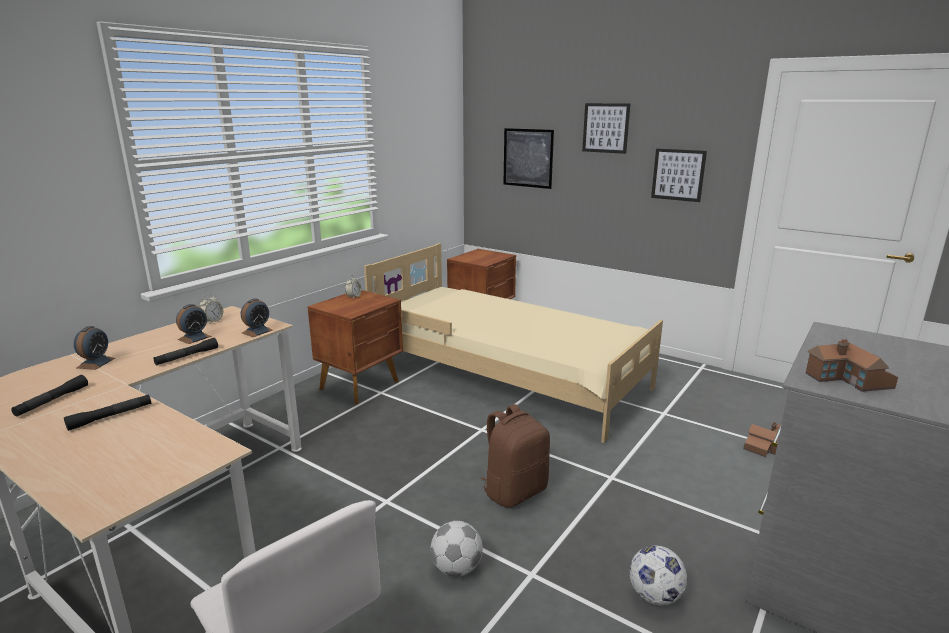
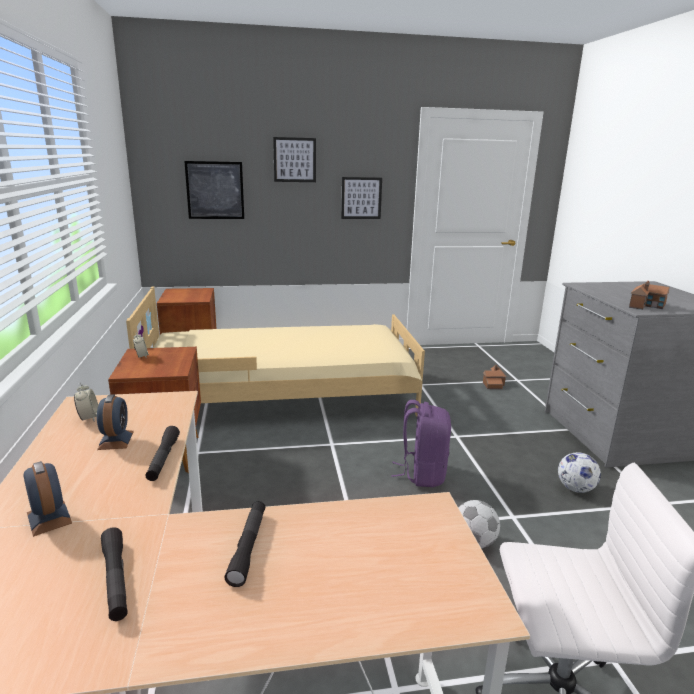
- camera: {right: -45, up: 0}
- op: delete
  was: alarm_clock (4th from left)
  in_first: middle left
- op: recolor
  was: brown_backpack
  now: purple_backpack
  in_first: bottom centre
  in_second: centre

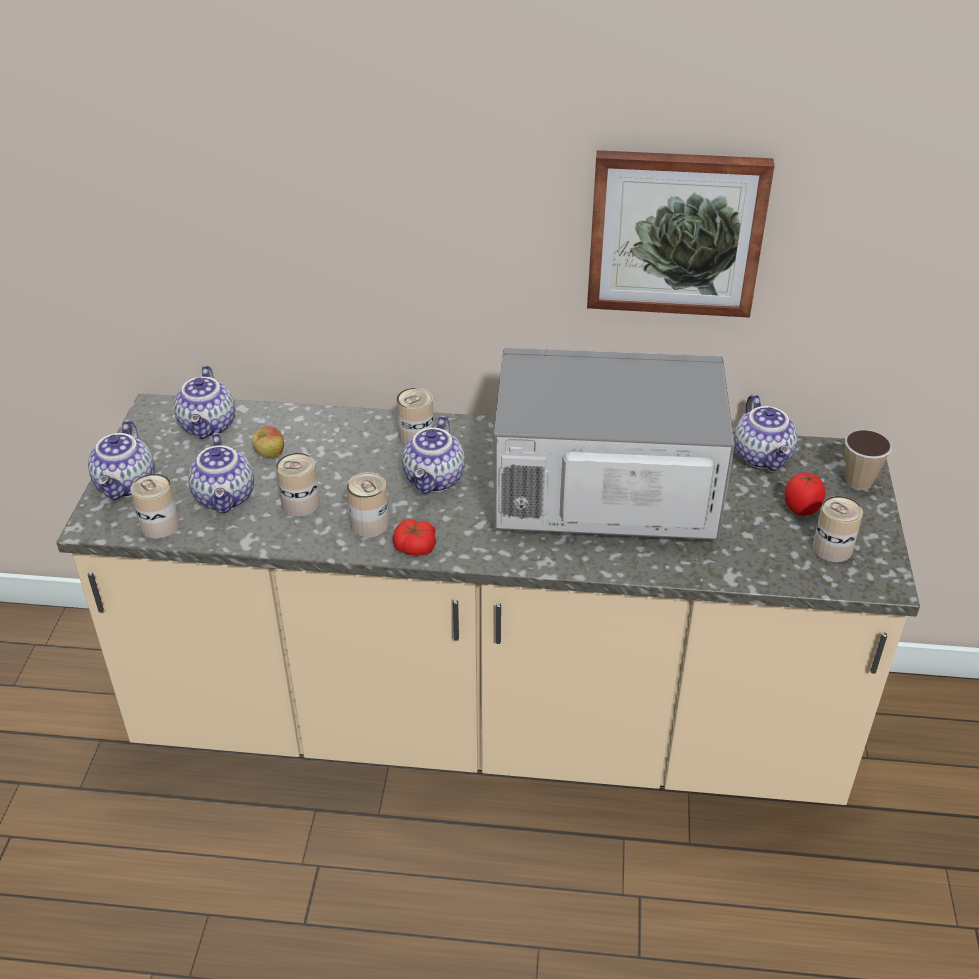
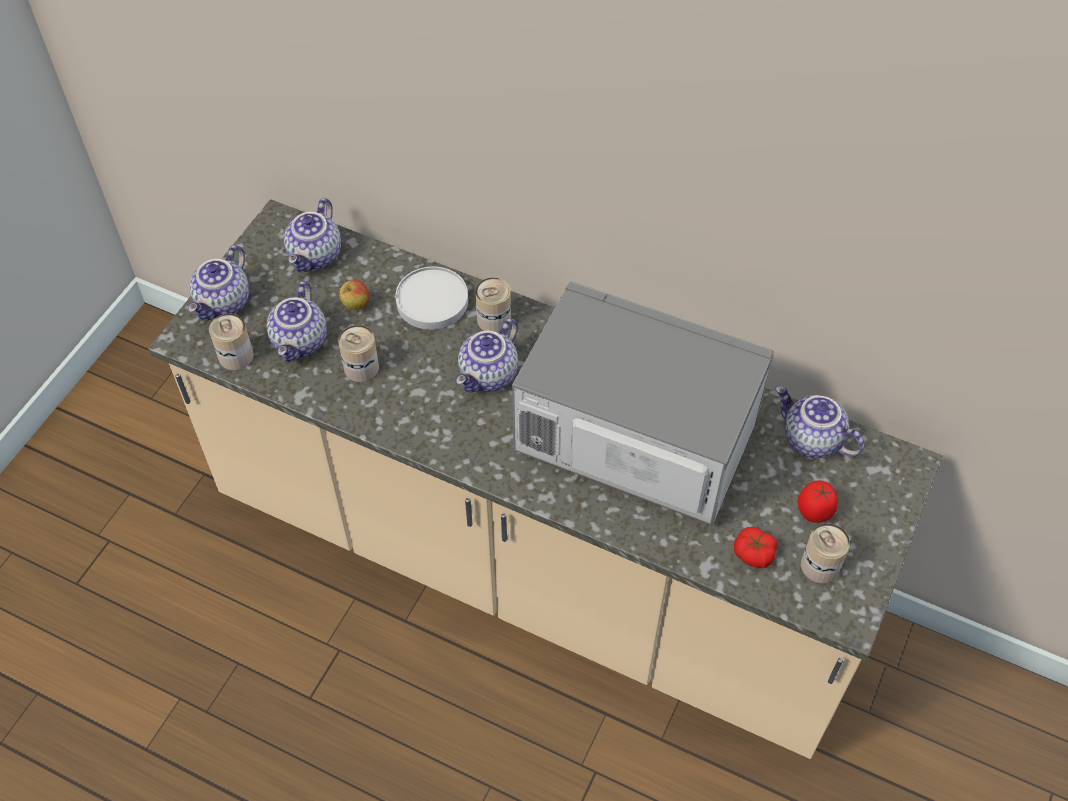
- camera: {right: 20, up: 15}
- op: delete
  was: can (3rd from left)
  in_first: centre
- op: move
  was: tomato (1st from left)
  in_first: centre
  in_second: bottom right
- op: delete
  was: picture
  in_first: top right
- op: rotate
  was: teapot (5th from left)
  in_first: middle right
  in_second: middle right
  clockwise: 120
- op: delete
  was: cup
  in_first: middle right
- op: insert
  now: white_plate
  in_second: centre

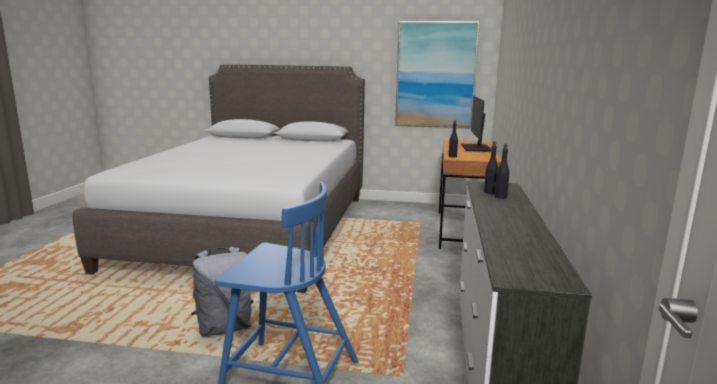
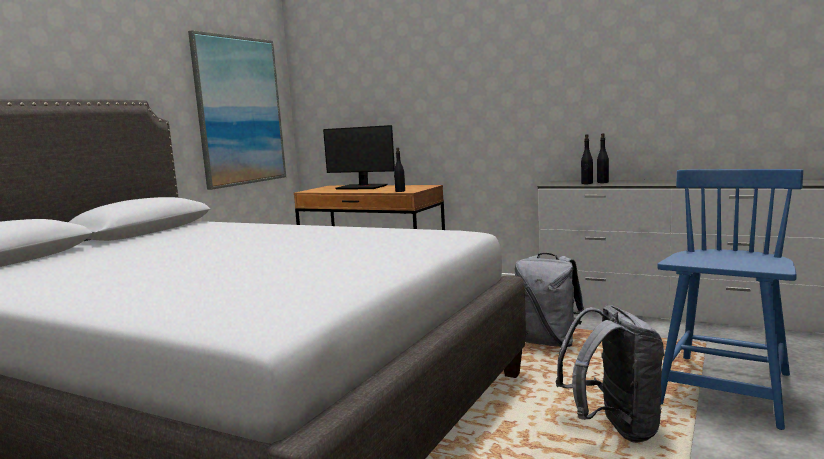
- camera: {right: -70, up: -5}
- op: insert
  now: grey_backpack (1st from left)
  in_second: centre

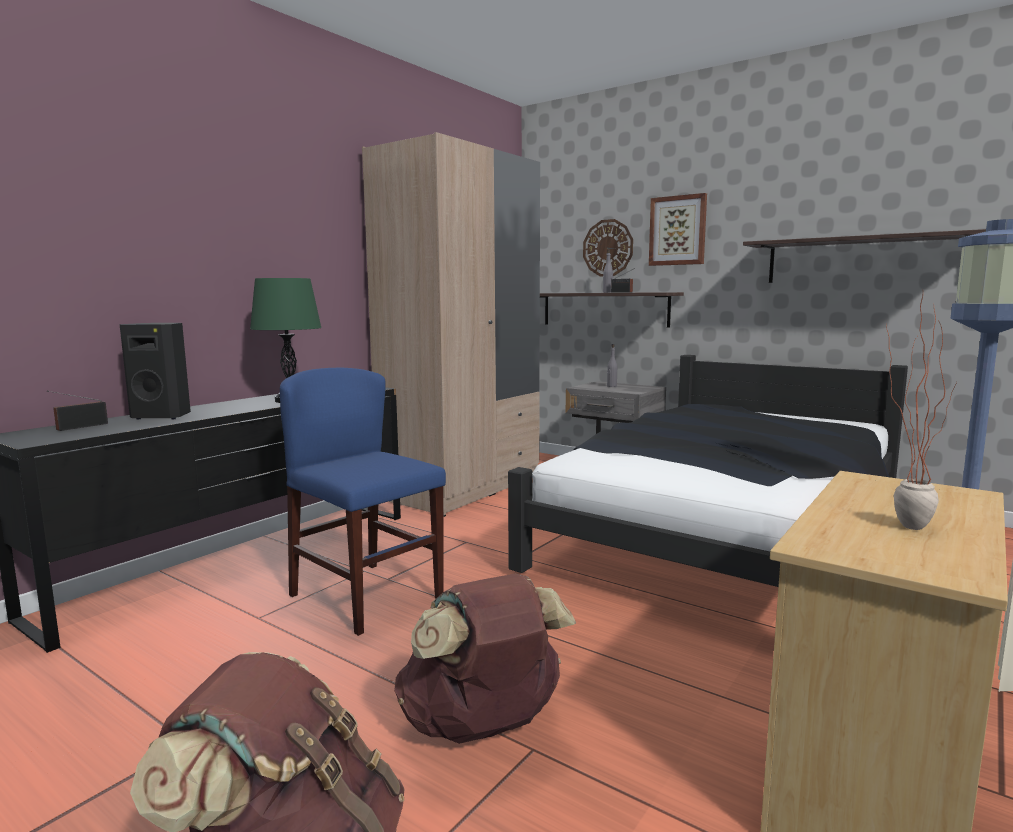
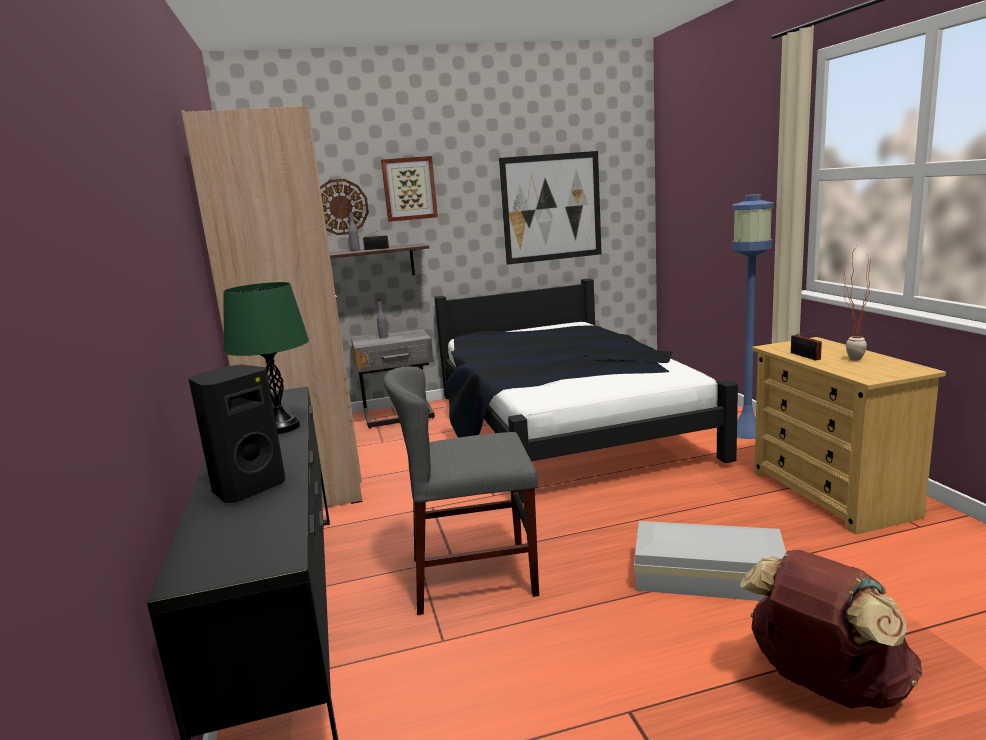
- camera: {right: -50, up: 5}
- op: move
  was: radio (1st from left in the first image)
  now: radio (2nd from left)
  in_first: middle left
  in_second: middle right
- op: recolor
  was: blue_chair
  now: grey_chair
  in_first: centre
  in_second: centre
- op: replace
  was: brown_backpack (2nd from left)
  now: white_storage_box
  in_first: bottom centre
  in_second: bottom right
- op: replace
  was: shelf (2nd from left)
  now: picture (2nd from left)
  in_first: top right
  in_second: top centre

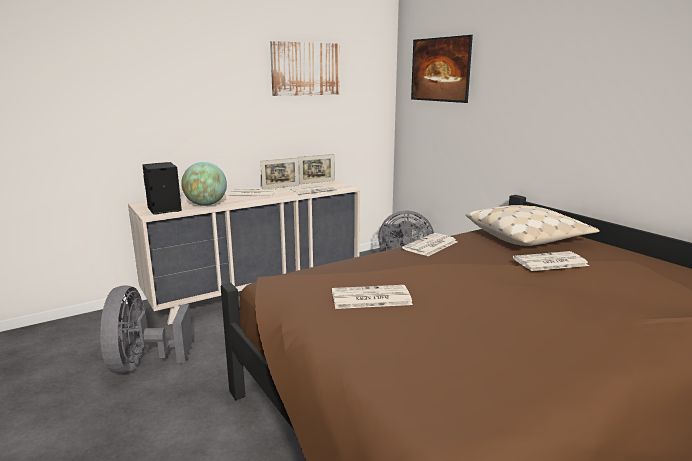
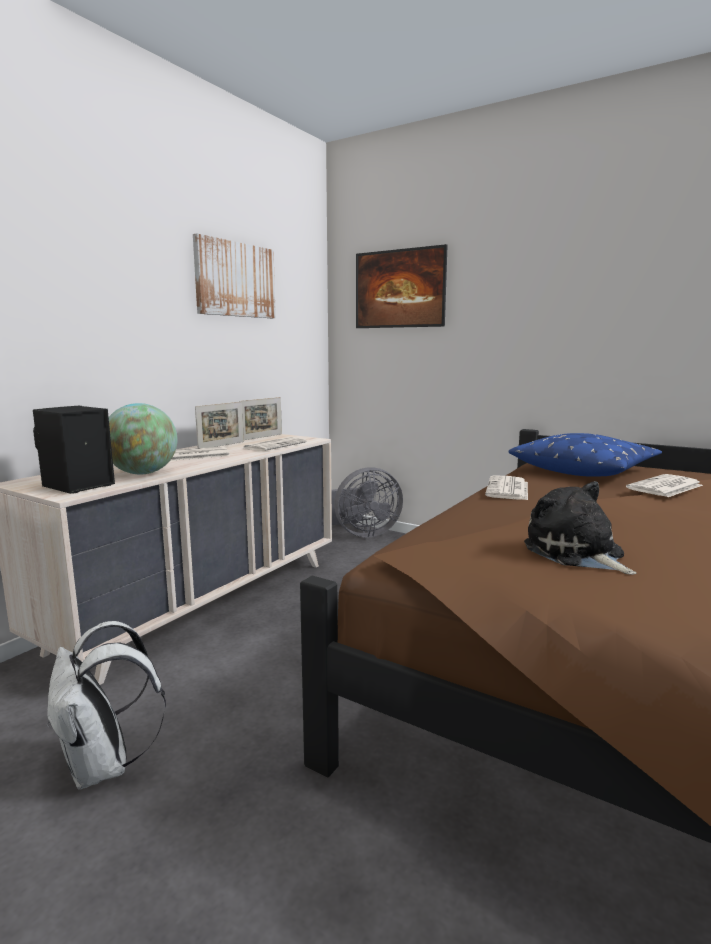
- camera: {right: -25, up: -5}
- op: replace
  was: grey_fan (1st from left)
  now: white_backpack
  in_first: bottom left
  in_second: bottom left
- op: replace
  was: newspaper (3rd from left)
  now: plush_toy
  in_first: centre
  in_second: middle right
- op: recolor
  was: beige_pillow
  now: blue_pillow
  in_first: middle right
  in_second: middle right

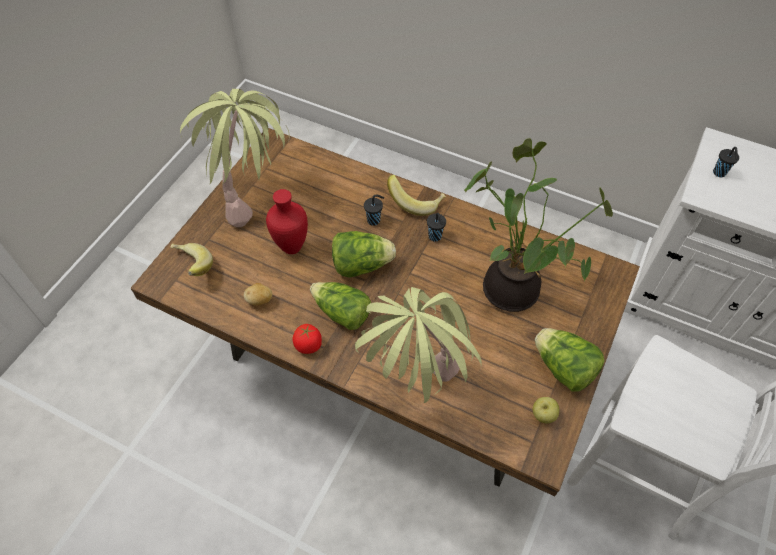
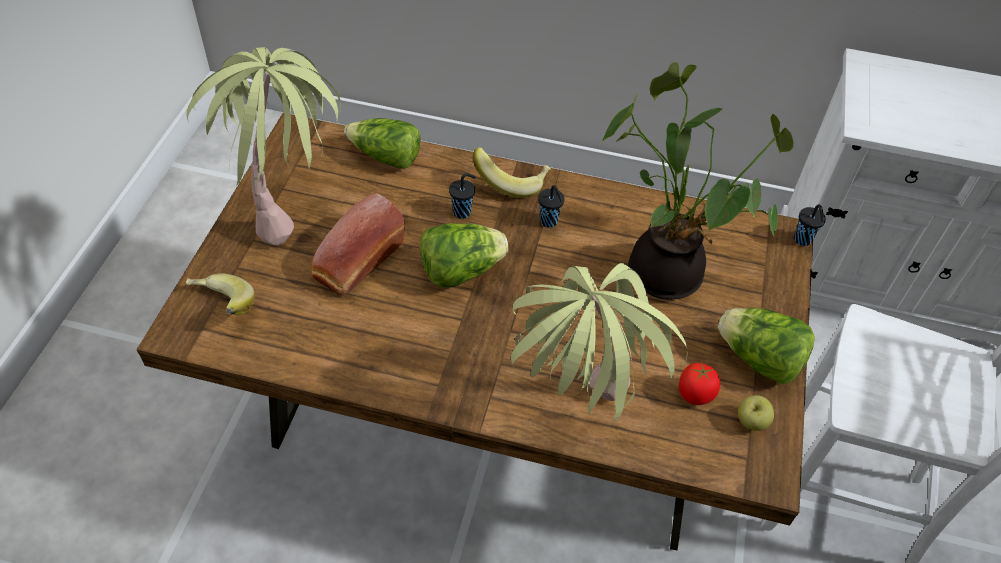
- camera: {right: -15, up: -5}
- op: delete
  was: potato
  in_first: middle left
- op: replace
  was: red_vase
  now: bread
  in_first: centre
  in_second: centre
- op: move
  was: tomato
  in_first: centre
  in_second: bottom right
- op: move
  was: lettuce (1st from left)
  in_first: centre
  in_second: top centre
- op: move
  was: black_cup (3rd from left)
  in_first: top right
  in_second: middle right

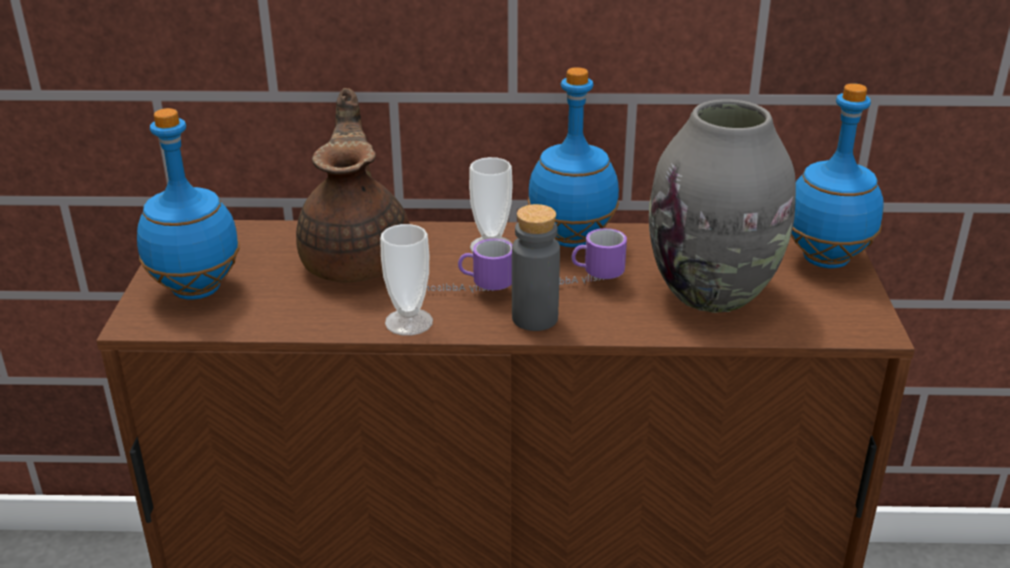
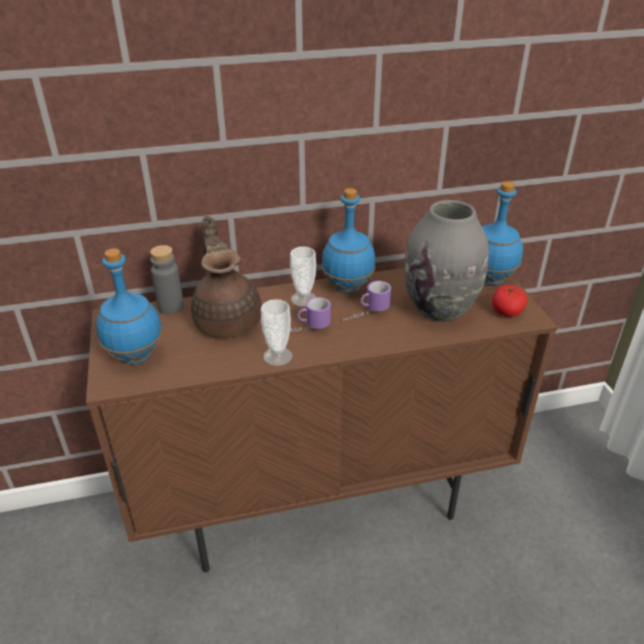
- camera: {right: -15, up: 5}
- op: move
  was: grey_bottle
  in_first: centre
  in_second: middle left
- op: insert
  now: tomato
  in_second: middle right

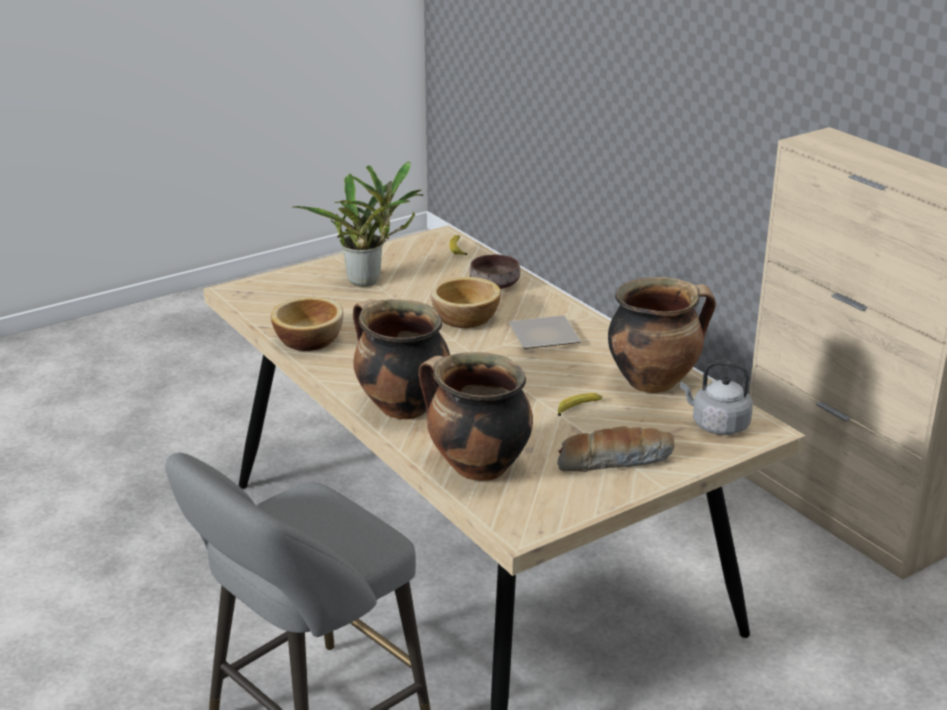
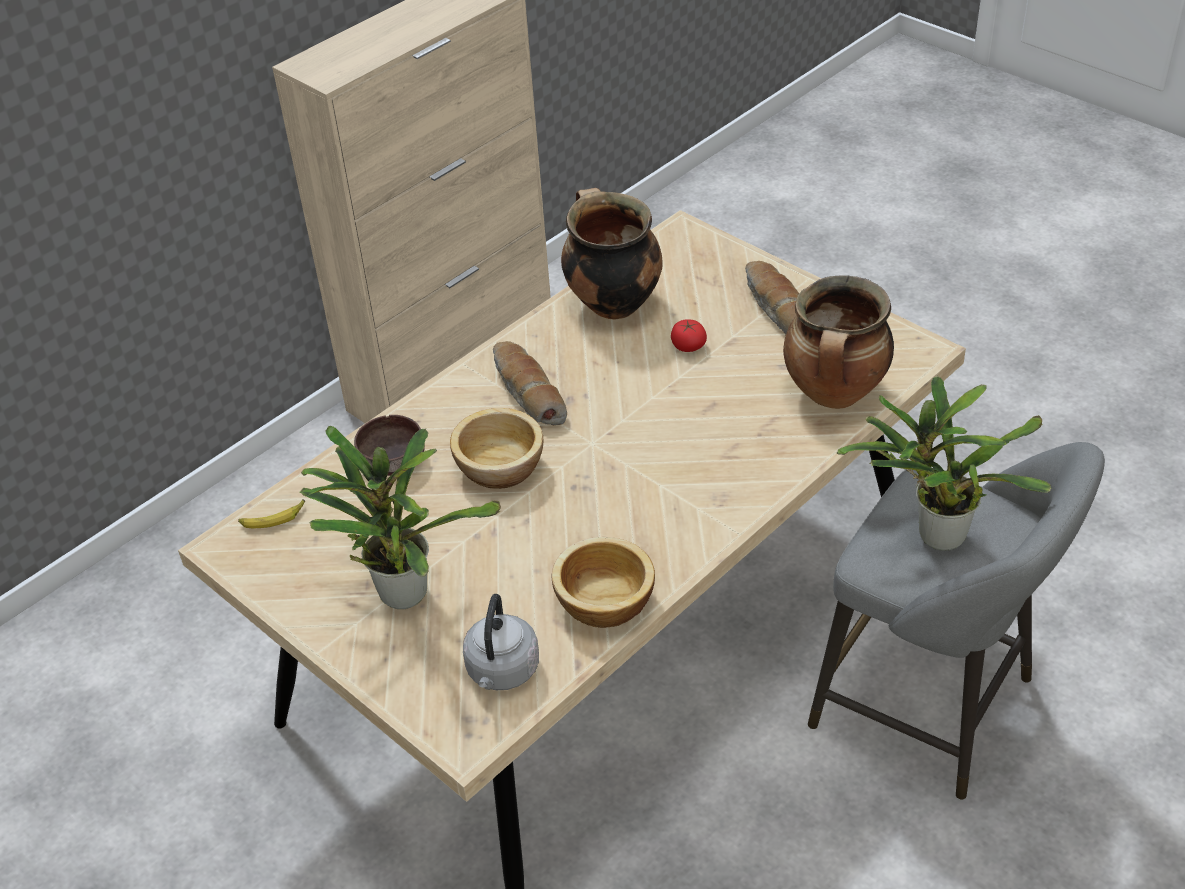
- camera: {right: -100, up: 15}
- op: delete
  was: cooking_pot (1st from left)
  in_first: centre
- op: replace
  was: plate
  now: bread (1st from left)
  in_first: centre
  in_second: centre
- op: replace
  was: banana (2nd from left)
  now: tomato
  in_first: centre
  in_second: centre
- op: move
  was: grey_kettle
  in_first: middle right
  in_second: bottom centre
- op: insert
  now: potted_plant (2nd from left)
  in_second: middle right

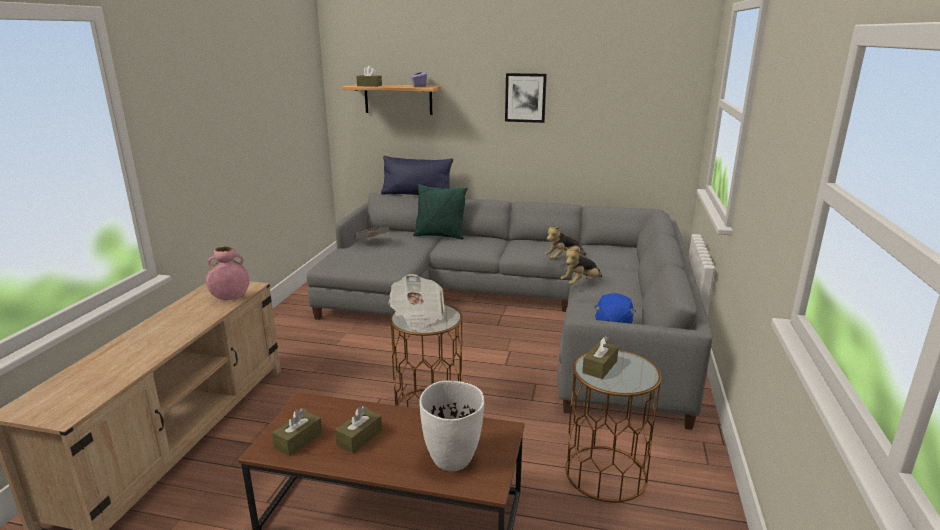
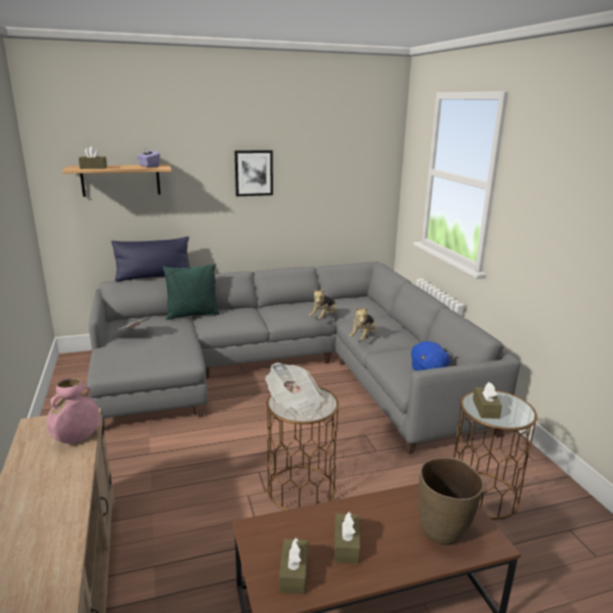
- camera: {right: -30, up: 0}
- op: recolor
  was: white_vase
  now: brown_vase
  in_first: bottom centre
  in_second: bottom right

